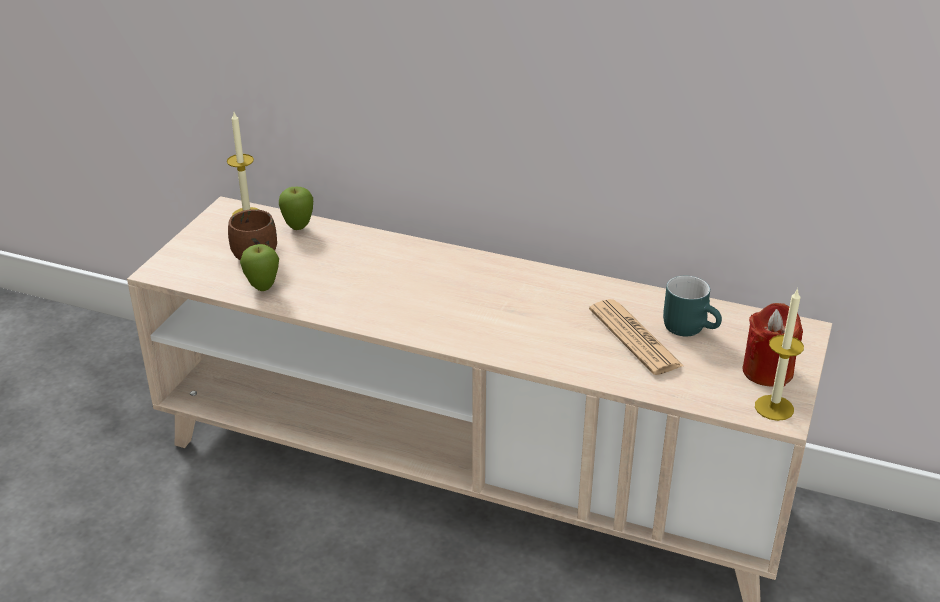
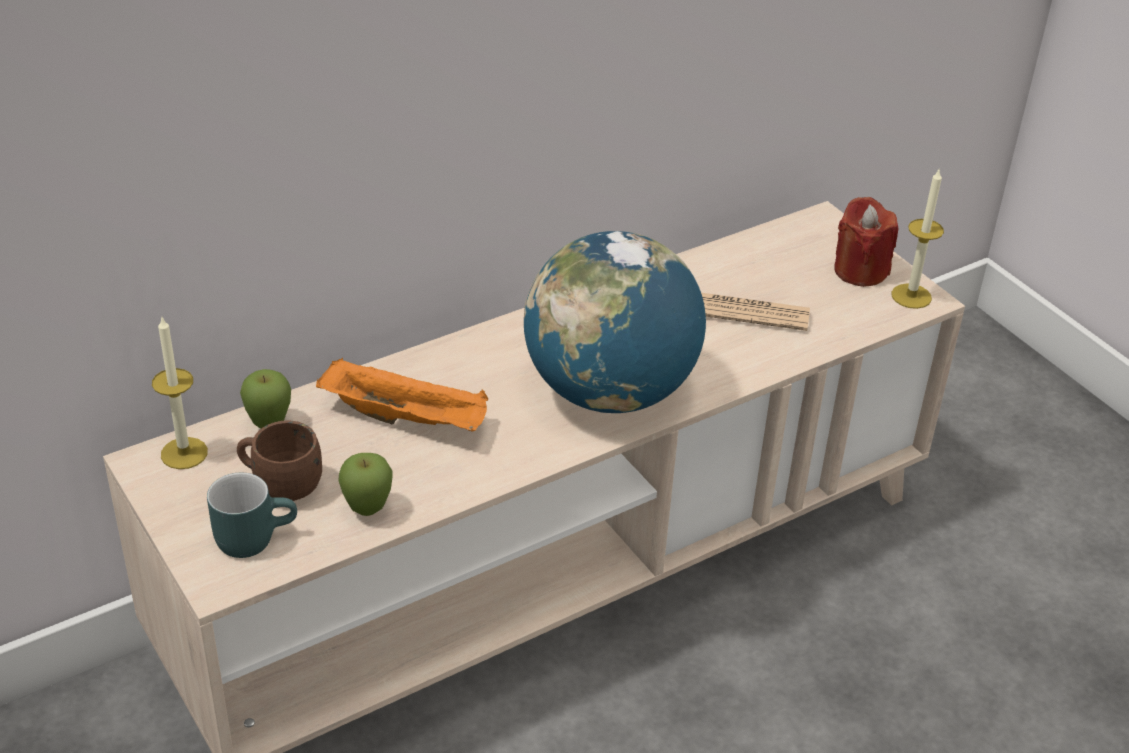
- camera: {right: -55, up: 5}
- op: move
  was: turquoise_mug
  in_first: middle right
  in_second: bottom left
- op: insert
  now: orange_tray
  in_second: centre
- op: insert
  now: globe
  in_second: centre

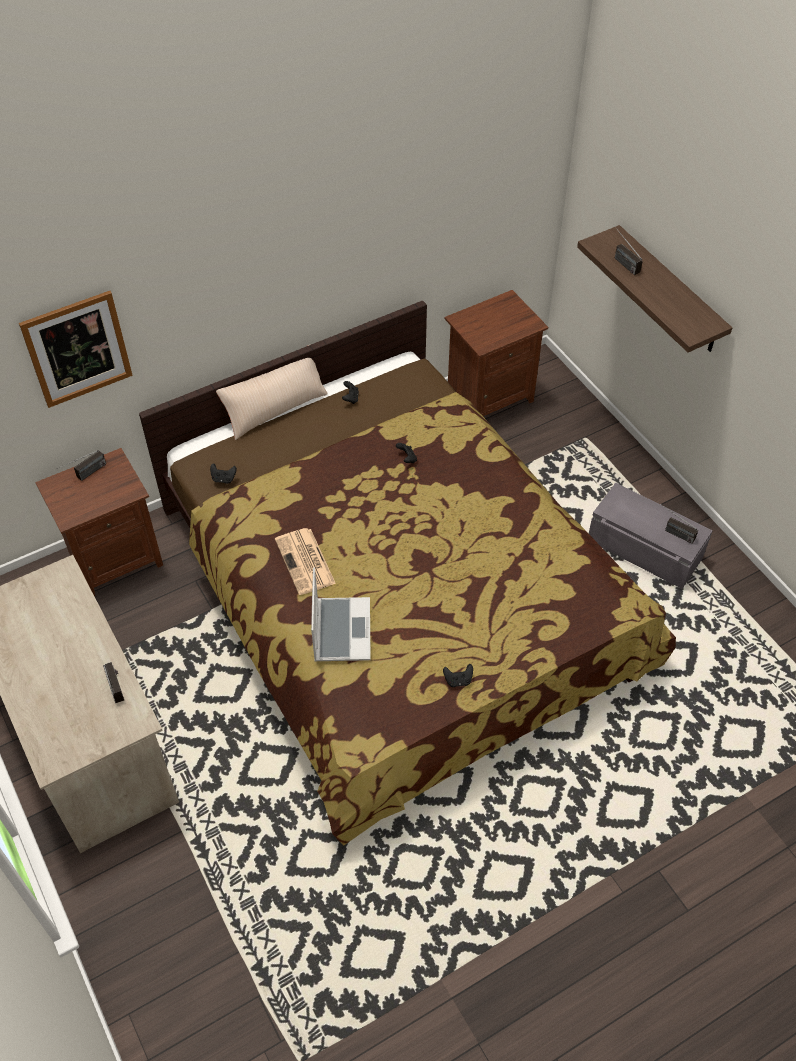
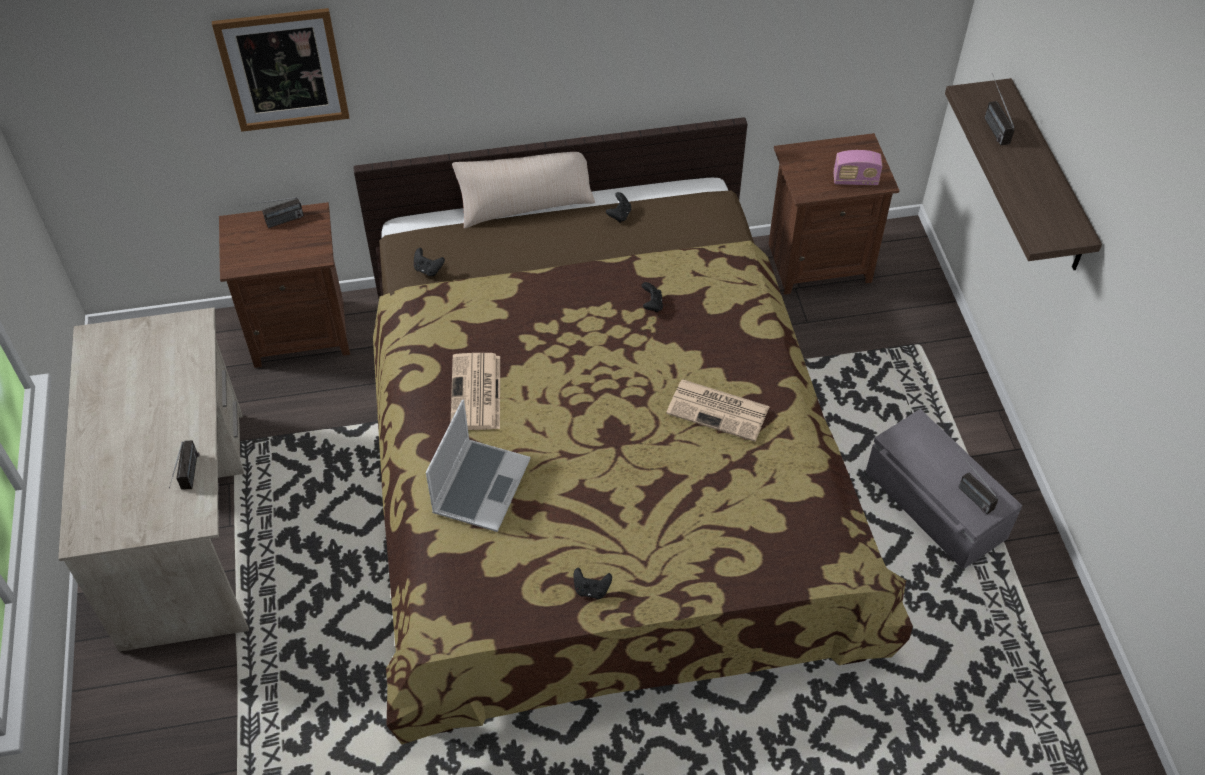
- camera: {right: 20, up: 0}
- op: insert
  now: newspaper (2nd from left)
  in_second: centre
- op: insert
  now: radio (3rd from left)
  in_second: top right

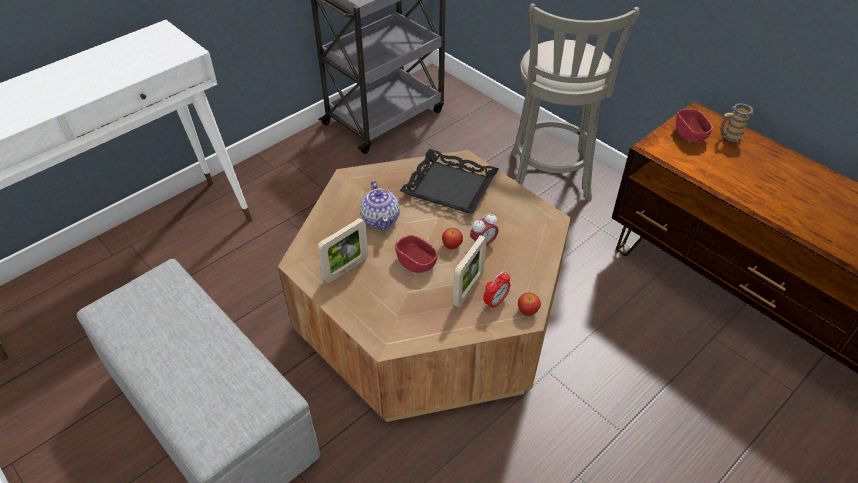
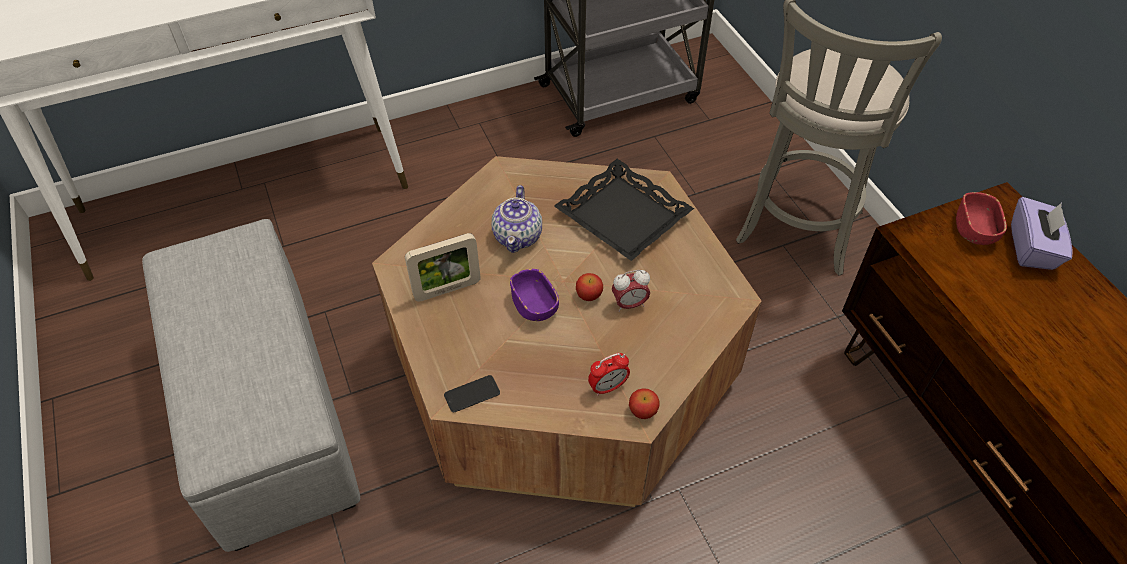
- camera: {right: 20, up: 5}
- op: recolor
  was: red_bowl (1st from left)
  now: purple_bowl
  in_first: centre
  in_second: centre
- op: delete
  was: picture_frame (2nd from left)
  in_first: centre
- op: replace
  was: mug
  now: purple_tissue_box
  in_first: top right
  in_second: middle right
- op: insert
  now: phone
  in_second: bottom centre

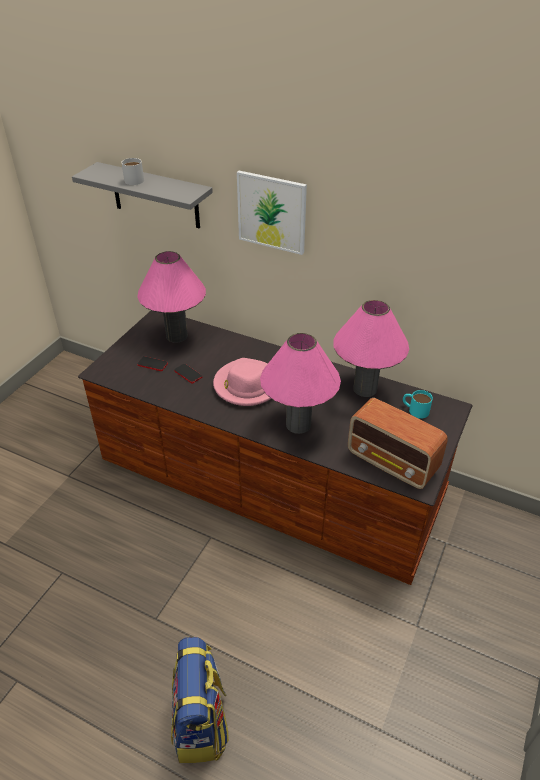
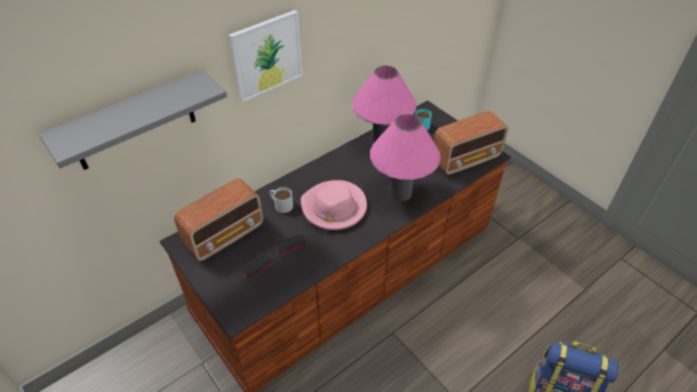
- camera: {right: -65, up: 5}
- op: move
  was: white_mug
  in_first: top left
  in_second: centre
- op: replace
  was: pink_table_lamp (1st from left)
  now: radio (1st from left)
  in_first: middle left
  in_second: middle left

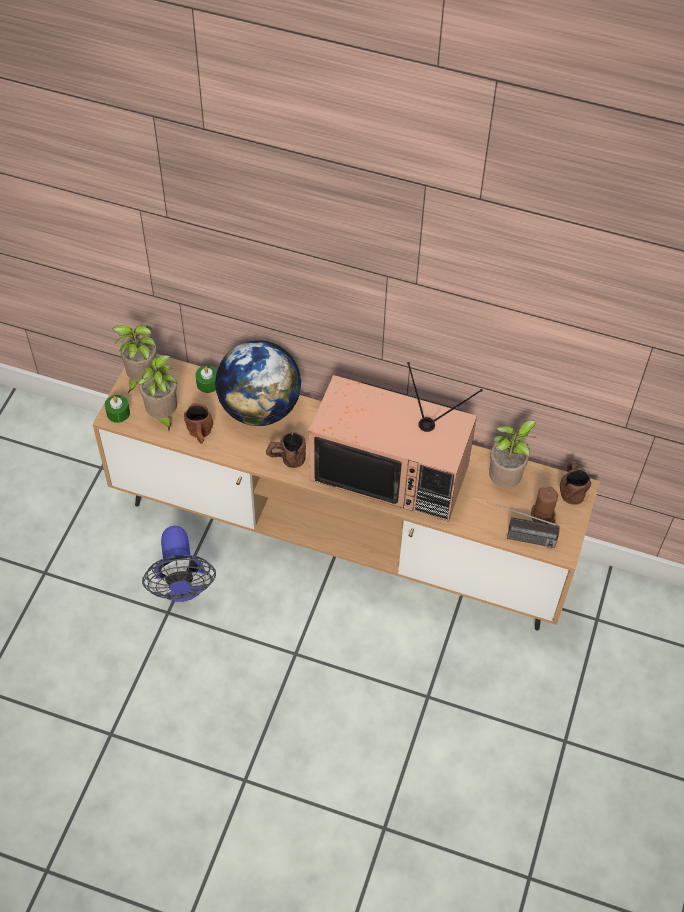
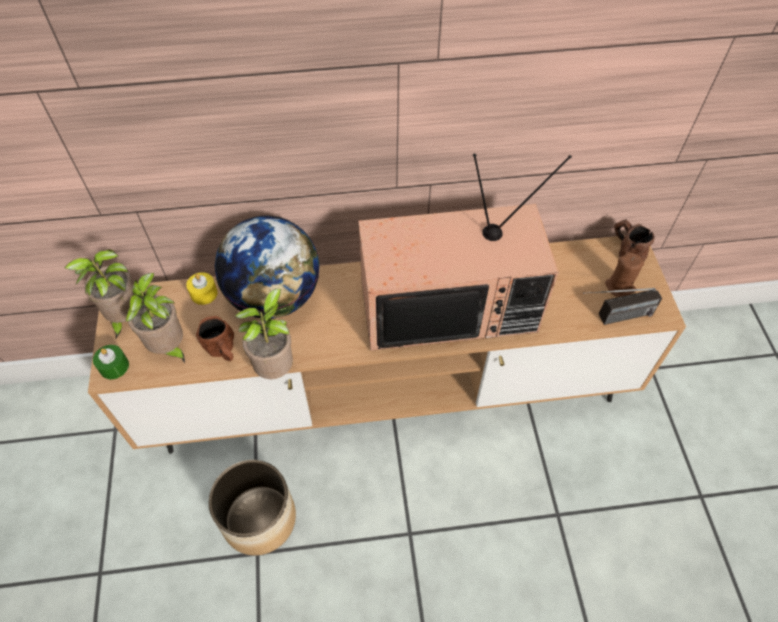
- camera: {right: -25, up: 0}
- op: replace
  was: fan
  now: planter
  in_first: middle left
  in_second: bottom left
- op: recolor
  was: green_candle (2nd from left)
  now: yellow_candle
  in_first: middle left
  in_second: middle left
- op: delete
  was: brown_mug (2nd from left)
  in_first: centre
- op: move
  was: potted_plant (3rd from left)
  in_first: middle right
  in_second: centre

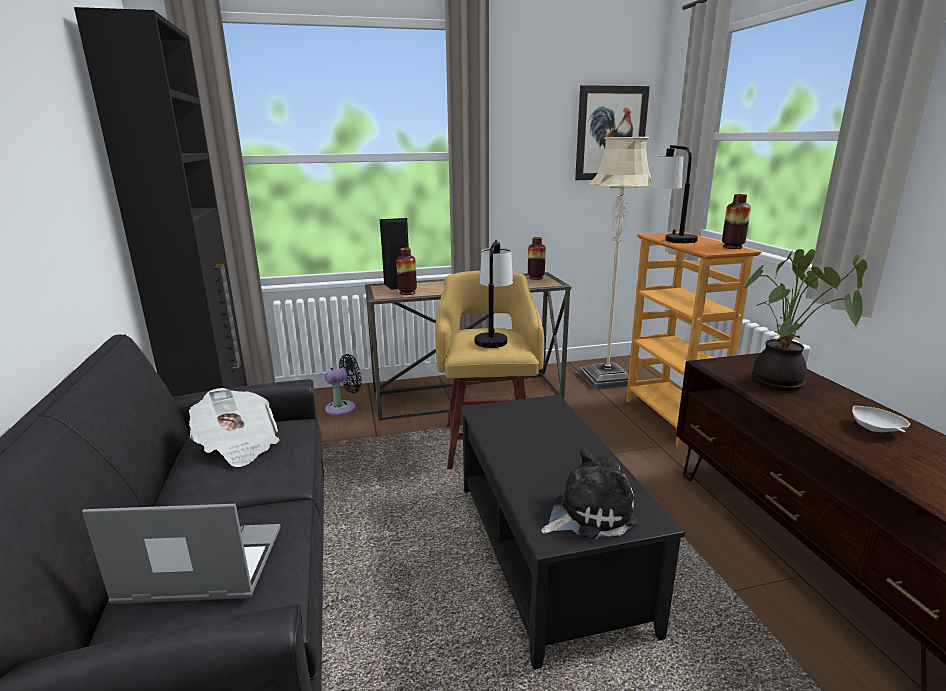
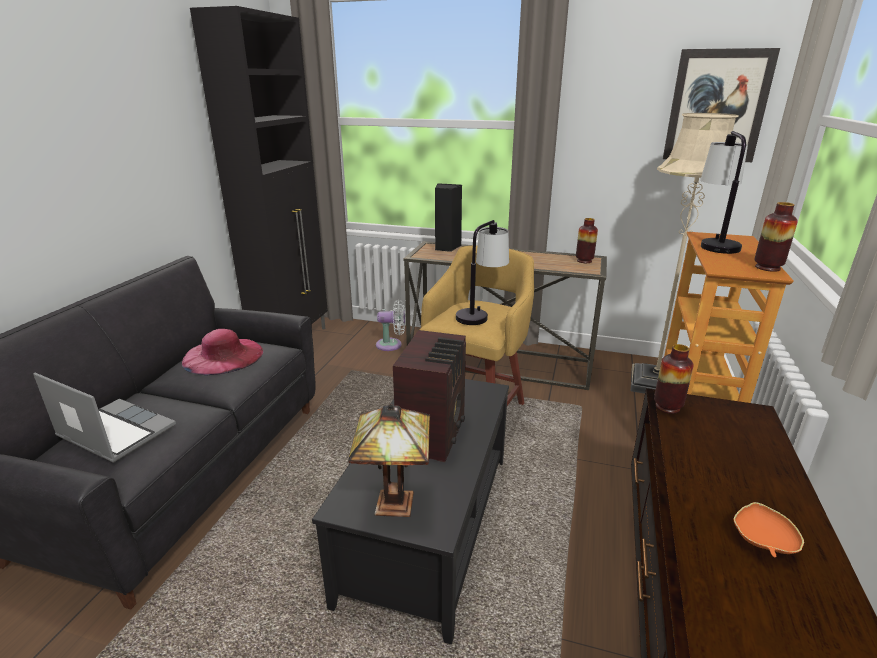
- camera: {right: 30, up: 5}
- op: replace
  was: newspaper
  now: pink_hat
  in_first: middle left
  in_second: middle left
- op: recolor
  was: black_fan
  now: white_fan
  in_first: centre
  in_second: centre
- op: move
  was: vase (1st from left in the first image)
  now: vase (2nd from left)
  in_first: centre
  in_second: middle right
- op: replace
  was: plush_toy
  now: table_lamp (1st from left)
  in_first: bottom centre
  in_second: bottom centre
- op: delete
  was: potted_plant
  in_first: middle right
- op: recolor
  was: white_bowl
  now: orange_bowl
  in_first: middle right
  in_second: bottom right
- op: insert
  now: radio
  in_second: centre

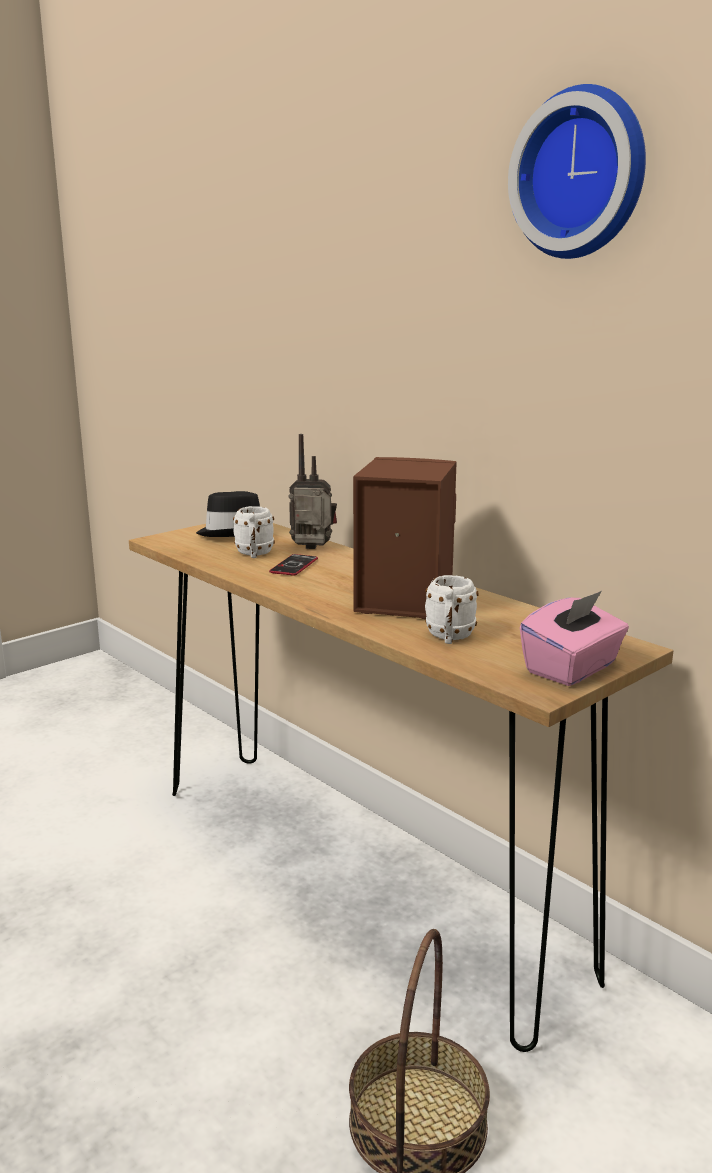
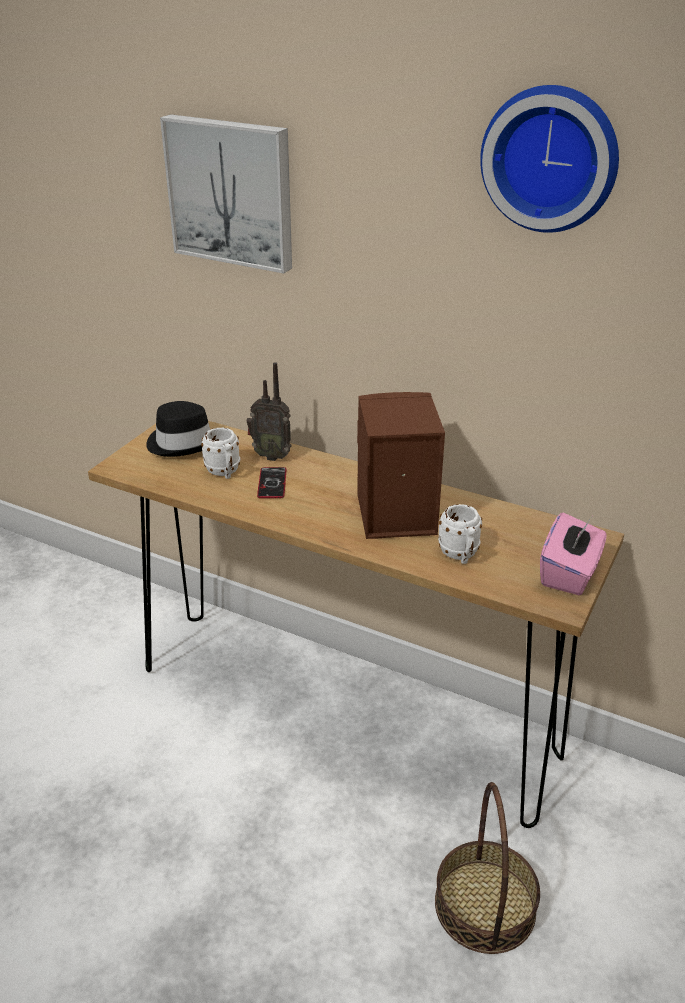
- camera: {right: -20, up: 15}
- op: rotate
  was: radio
  in_first: centre
  in_second: centre
  clockwise: -150
- op: insert
  now: picture
  in_second: top left

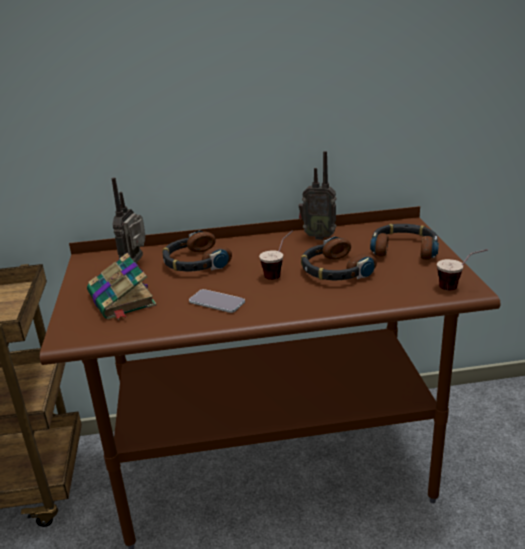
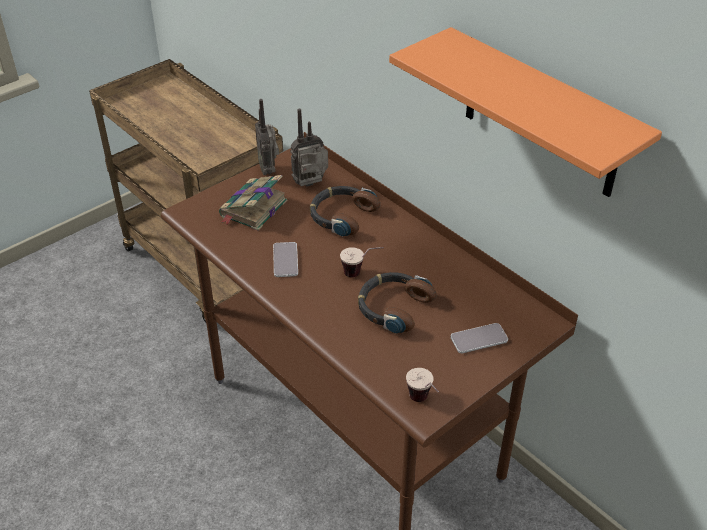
- camera: {right: 55, up: 15}
- op: move
  was: radio (2nd from left in the first image)
  now: radio (1st from left)
  in_first: centre
  in_second: top centre
- op: replace
  was: headphones (3rd from left)
  now: phone (2nd from left)
  in_first: middle right
  in_second: middle right
- op: insert
  now: orange_shelf
  in_second: top right

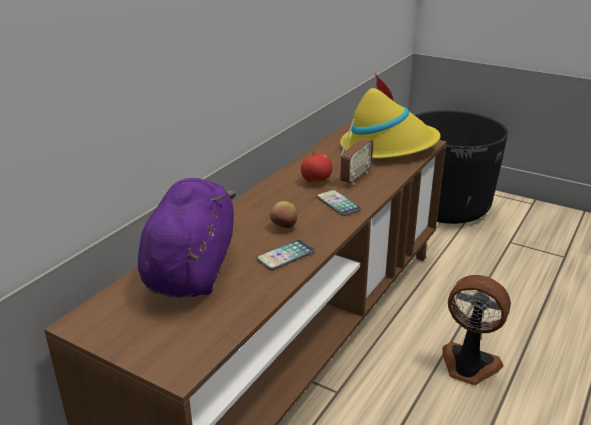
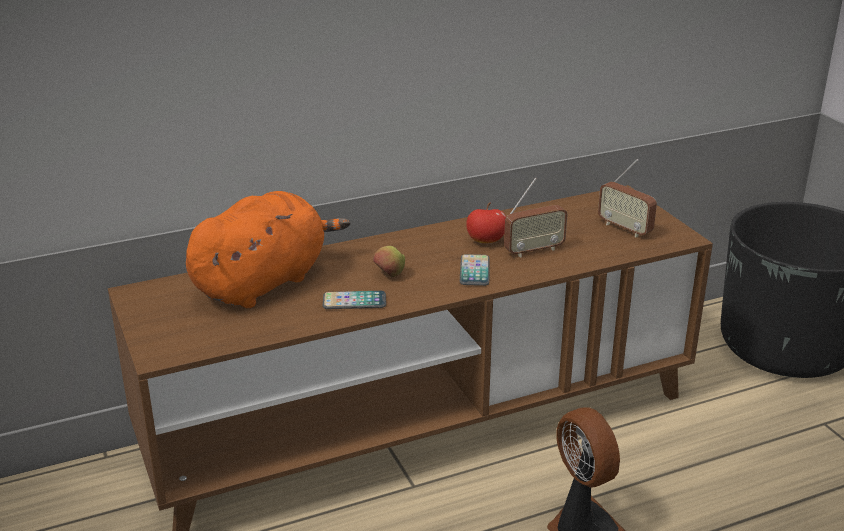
- camera: {right: 35, up: 0}
- op: recolor
  was: purple_plush_toy
  now: orange_plush_toy
  in_first: middle left
  in_second: middle left
- op: replace
  was: yellow_hat
  now: radio (2nd from left)
  in_first: top centre
  in_second: middle right

